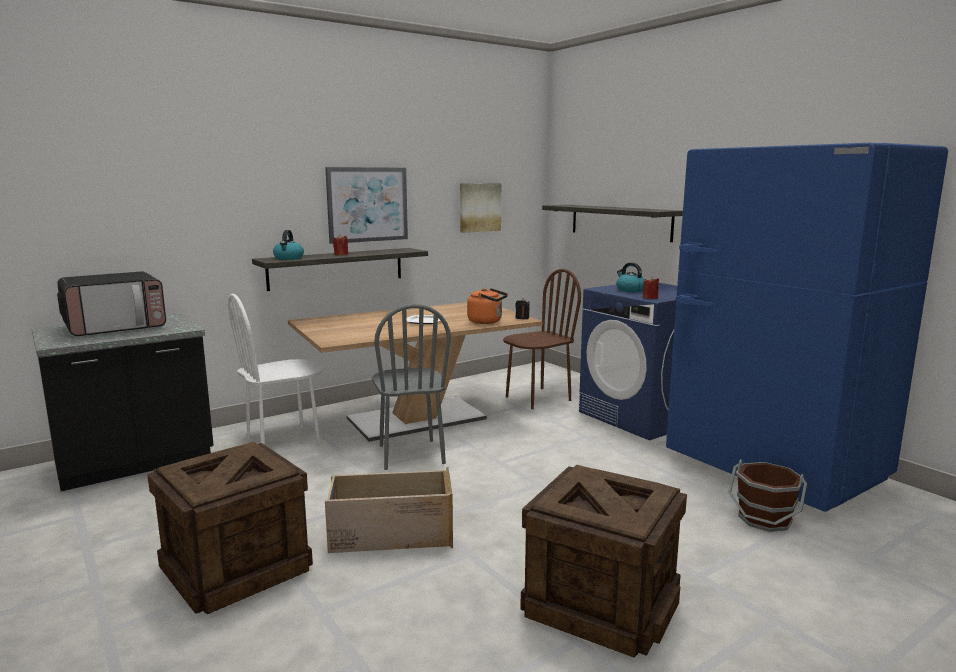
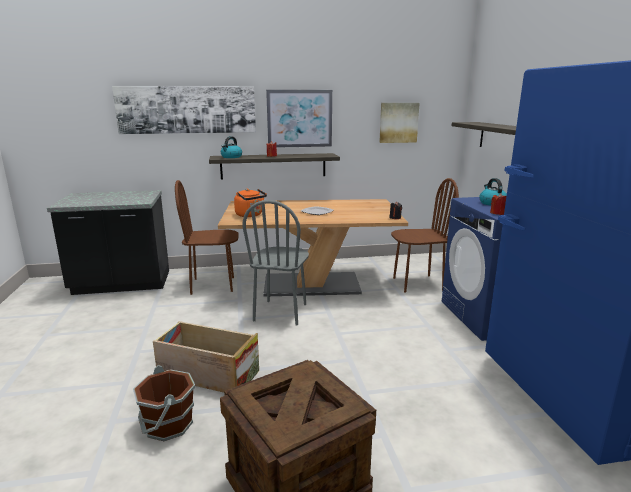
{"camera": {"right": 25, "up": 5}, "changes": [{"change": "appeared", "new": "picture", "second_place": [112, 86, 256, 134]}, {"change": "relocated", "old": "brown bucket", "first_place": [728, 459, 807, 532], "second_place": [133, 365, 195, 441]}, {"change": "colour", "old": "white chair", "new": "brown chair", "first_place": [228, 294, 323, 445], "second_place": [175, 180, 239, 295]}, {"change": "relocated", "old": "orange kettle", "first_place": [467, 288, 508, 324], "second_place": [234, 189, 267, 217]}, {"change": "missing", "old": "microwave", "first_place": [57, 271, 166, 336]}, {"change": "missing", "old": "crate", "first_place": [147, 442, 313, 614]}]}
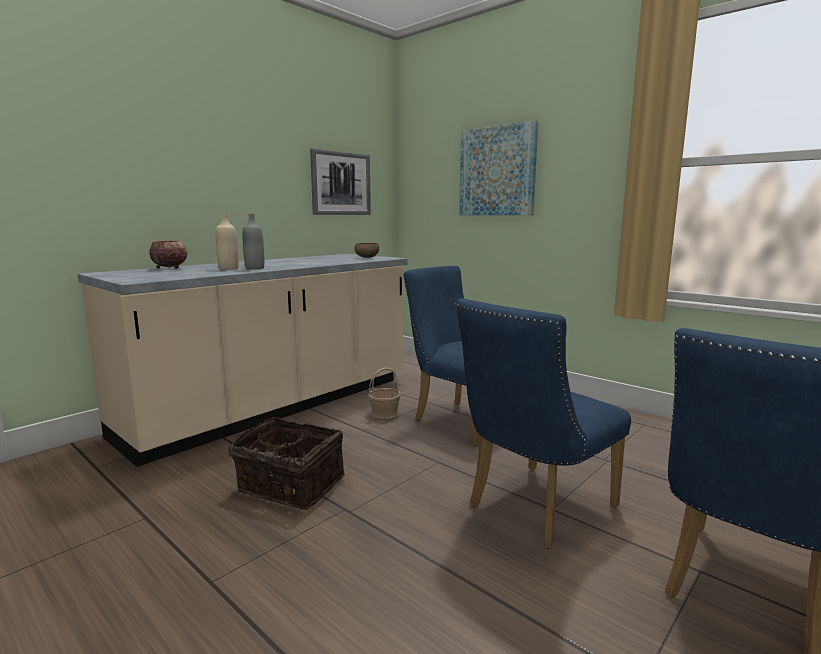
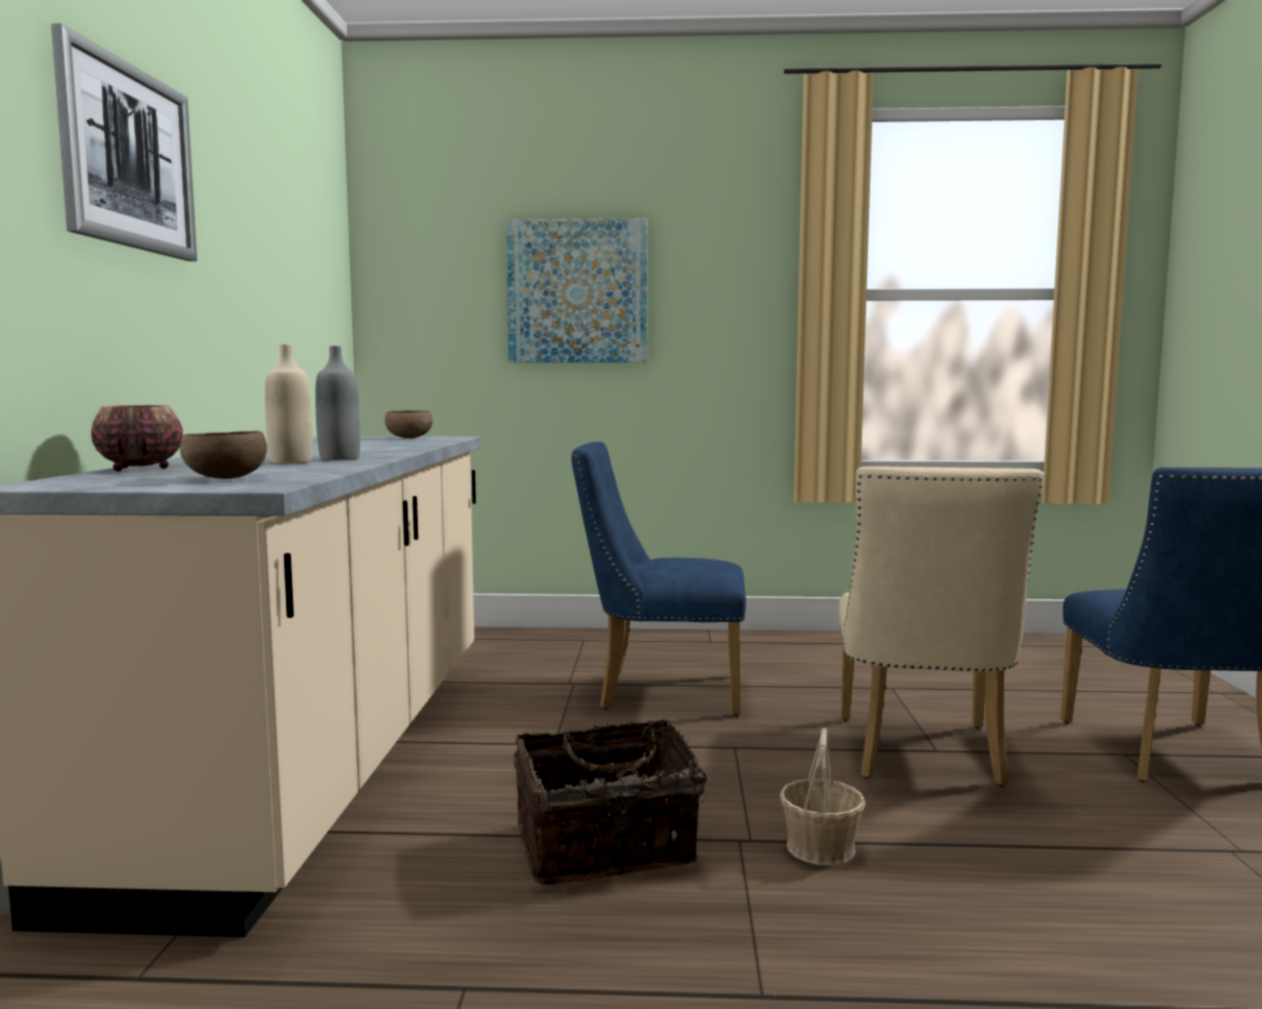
{"camera": {"right": -40, "up": -5}, "changes": [{"change": "relocated", "old": "picture", "first_place": [310, 149, 371, 215], "second_place": [51, 23, 197, 261]}, {"change": "appeared", "new": "brown bowl", "second_place": [180, 431, 267, 479]}, {"change": "relocated", "old": "basket", "first_place": [368, 368, 401, 419], "second_place": [780, 728, 866, 866]}, {"change": "colour", "old": "blue chair", "new": "beige chair", "first_place": [455, 298, 631, 549], "second_place": [839, 466, 1044, 786]}]}
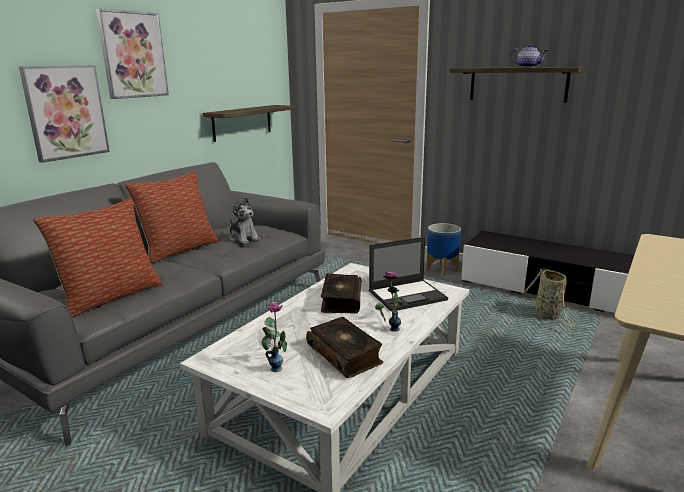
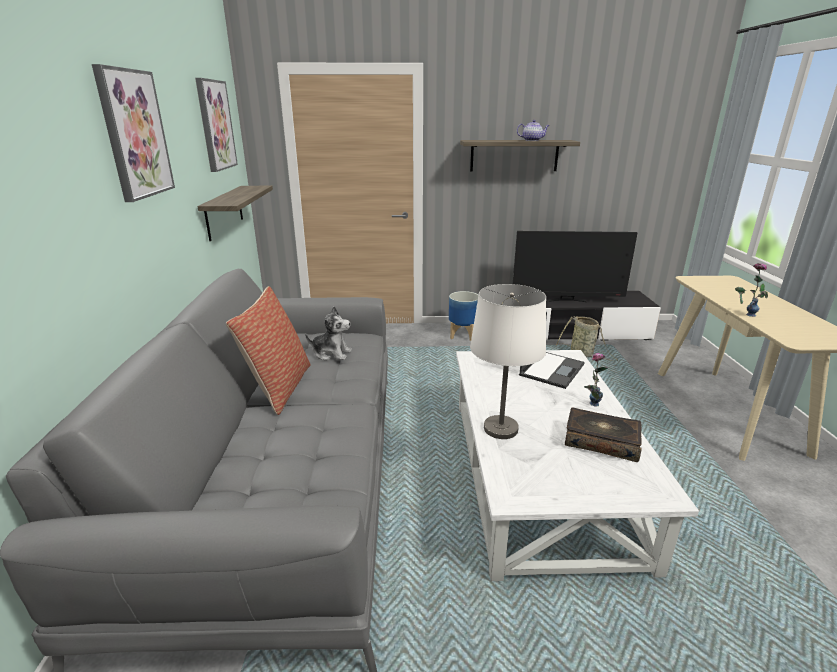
{"camera": {"right": -35, "up": 5}, "changes": [{"change": "relocated", "old": "picture", "first_place": [19, 66, 110, 163], "second_place": [195, 78, 238, 172]}, {"change": "appeared", "new": "white table lamp", "second_place": [470, 284, 546, 439]}, {"change": "appeared", "new": "television", "second_place": [513, 231, 638, 302]}, {"change": "relocated", "old": "vase", "first_place": [262, 302, 287, 372], "second_place": [735, 263, 768, 317]}, {"change": "missing", "old": "pillow", "first_place": [33, 198, 162, 317]}, {"change": "missing", "old": "book", "first_place": [321, 273, 362, 314]}]}
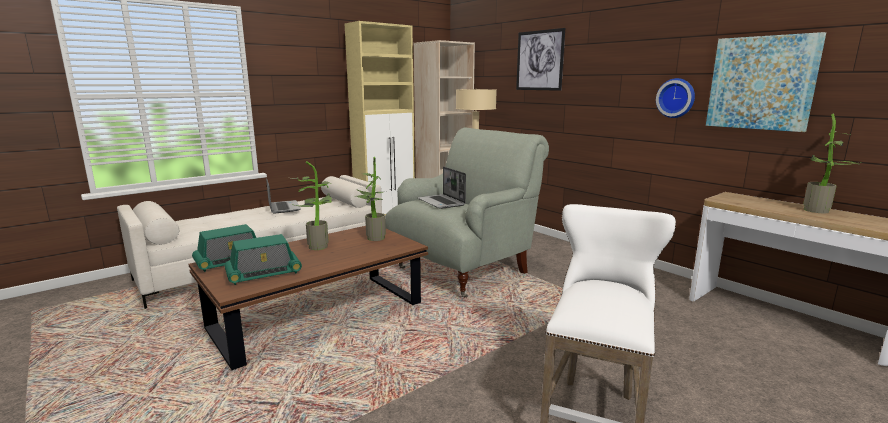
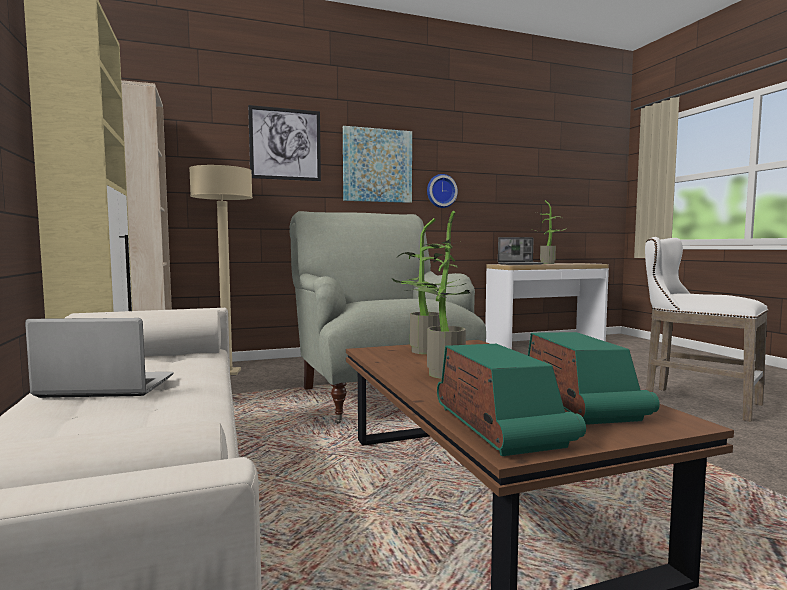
{"camera": {"right": -70, "up": -10}, "changes": [{"change": "relocated", "old": "picture", "first_place": [706, 32, 826, 132], "second_place": [343, 126, 412, 203]}, {"change": "relocated", "old": "laptop", "first_place": [418, 167, 466, 209], "second_place": [498, 237, 543, 265]}]}
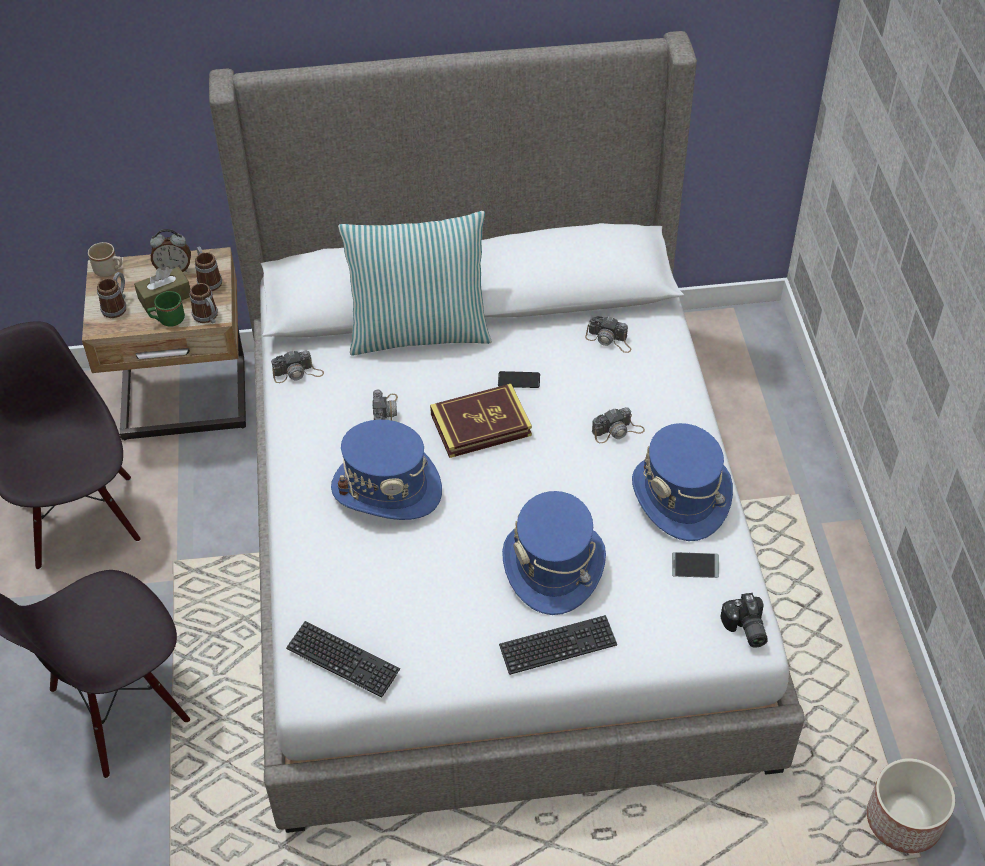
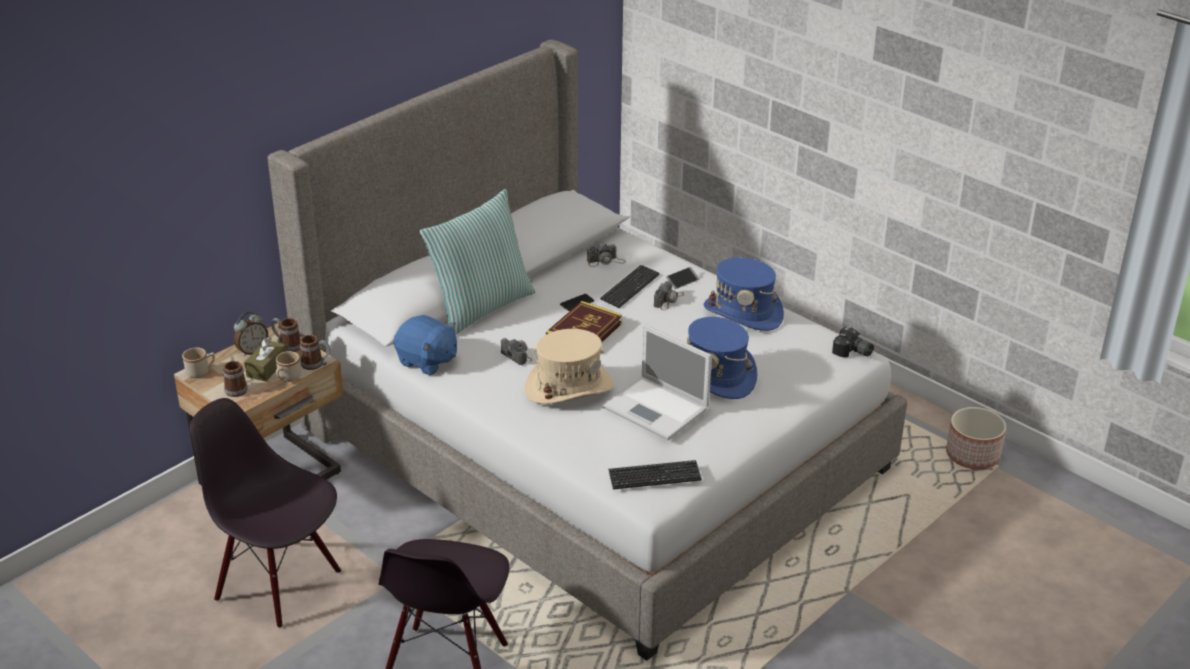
{"camera": {"right": -40, "up": -15}, "changes": [{"change": "colour", "old": "green mug", "new": "beige mug", "first_place": [147, 291, 185, 327], "second_place": [276, 351, 301, 382]}, {"change": "exchanged", "old": "photo camera", "new": "blue plush toy", "first_place": [271, 351, 324, 383], "second_place": [394, 315, 457, 375]}, {"change": "colour", "old": "blue hat", "new": "beige hat", "first_place": [331, 420, 442, 520], "second_place": [525, 329, 613, 404]}, {"change": "relocated", "old": "keyboard", "first_place": [499, 615, 617, 675], "second_place": [600, 265, 660, 308]}, {"change": "appeared", "new": "laptop", "second_place": [602, 325, 712, 440]}, {"change": "relocated", "old": "phone", "first_place": [672, 552, 719, 578], "second_place": [666, 267, 700, 289]}]}
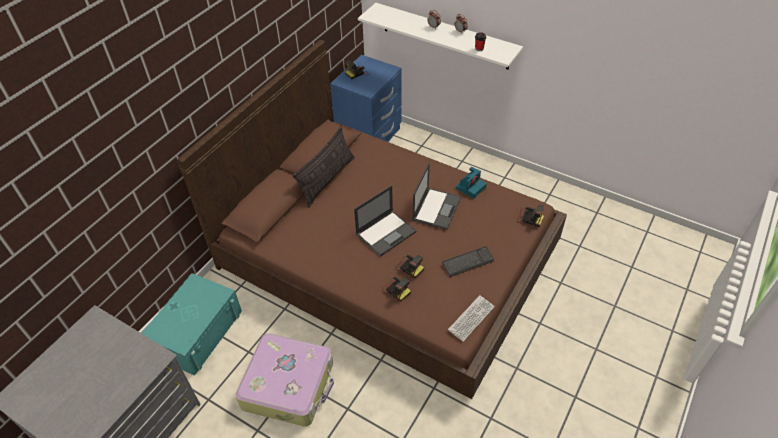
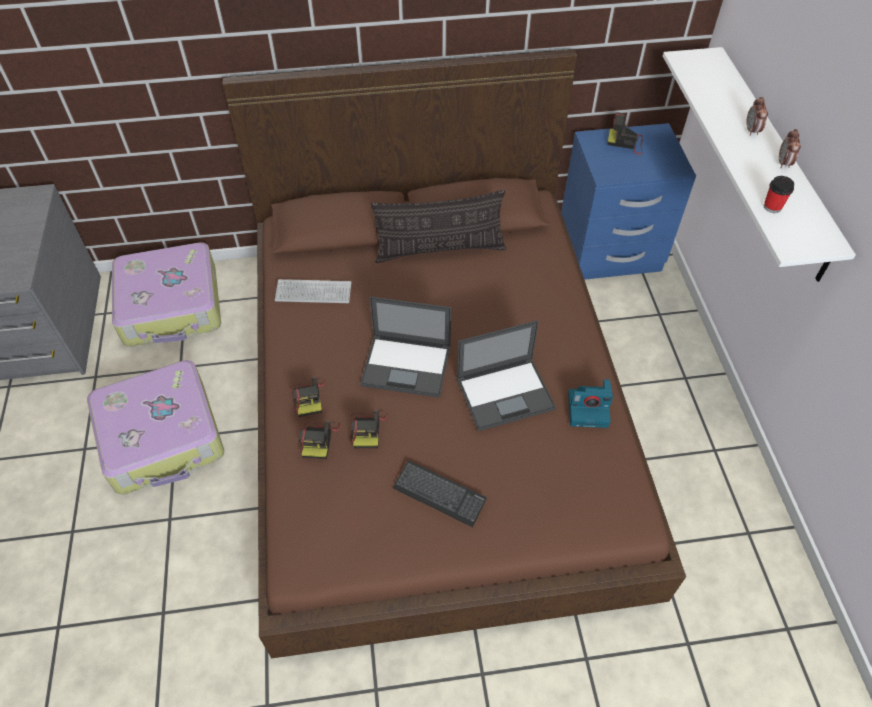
{"camera": {"right": 50, "up": 5}, "changes": [{"change": "exchanged", "old": "turquoise storage box", "new": "suitcase", "first_place": [142, 273, 242, 376], "second_place": [112, 242, 221, 347]}, {"change": "relocated", "old": "keyboard", "first_place": [448, 295, 495, 341], "second_place": [275, 279, 352, 303]}, {"change": "relocated", "old": "photo camera", "first_place": [517, 205, 545, 227], "second_place": [290, 377, 325, 417]}]}
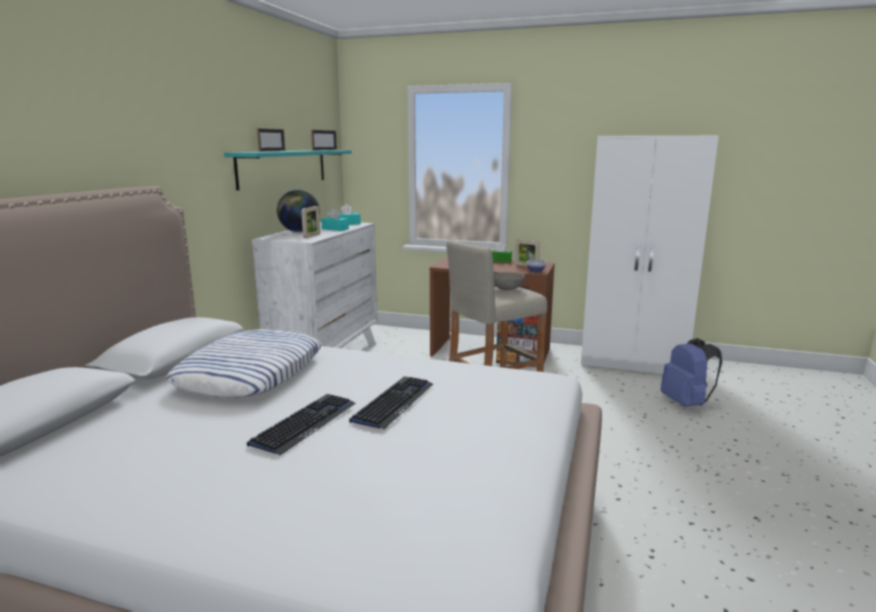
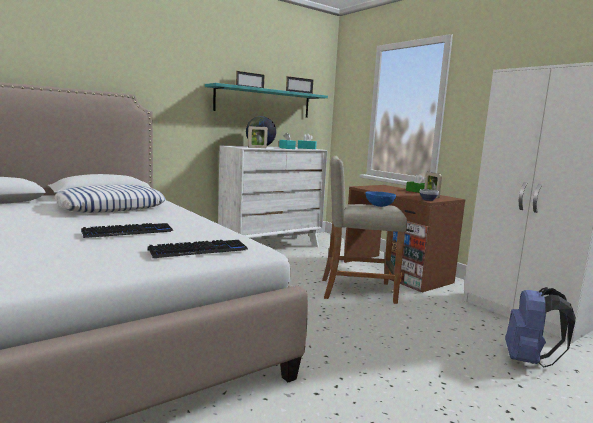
{"camera": {"right": 35, "up": -5}, "changes": [{"change": "relocated", "old": "keyboard", "first_place": [247, 394, 356, 455], "second_place": [147, 240, 248, 258]}, {"change": "colour", "old": "grey bowl", "new": "blue bowl", "first_place": [494, 272, 525, 290], "second_place": [365, 191, 396, 207]}]}
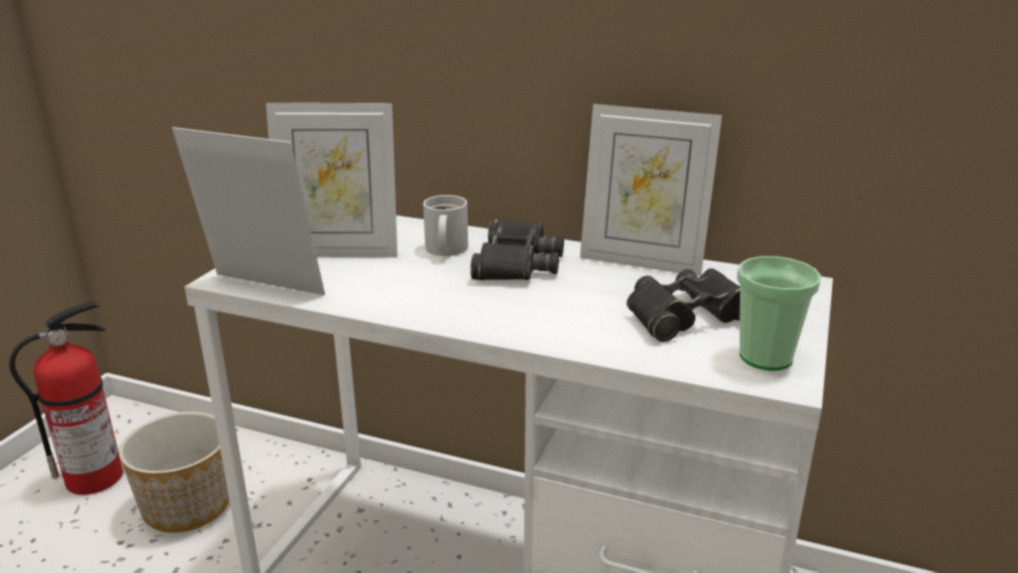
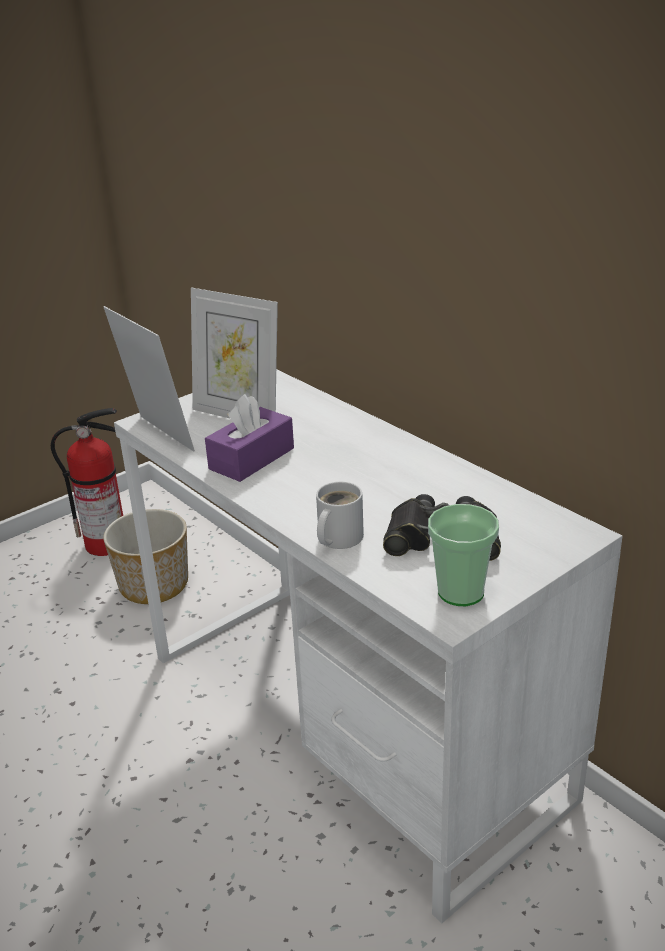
{"camera": {"right": 30, "up": 5}, "changes": [{"change": "appeared", "new": "purple tissue box", "second_place": [205, 394, 294, 482]}, {"change": "relocated", "old": "white mug", "first_place": [423, 195, 468, 256], "second_place": [316, 482, 364, 549]}, {"change": "missing", "old": "black binoculars", "first_place": [470, 219, 564, 280]}, {"change": "missing", "old": "picture frame", "first_place": [580, 104, 722, 276]}]}
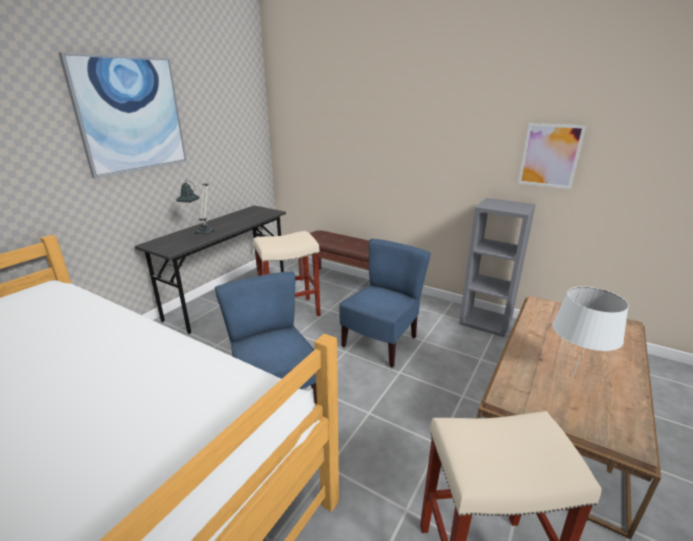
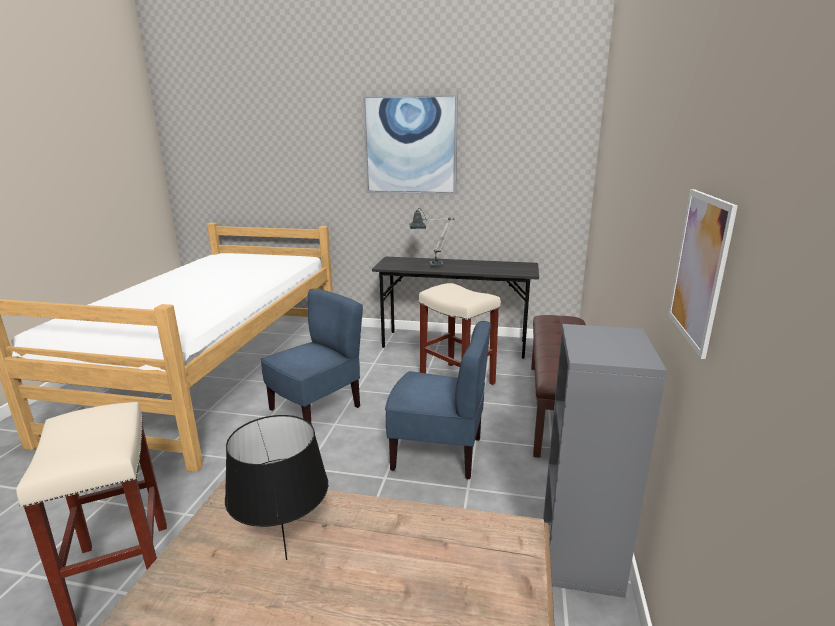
{"camera": {"right": 70, "up": -5}, "changes": [{"change": "colour", "old": "white table lamp", "new": "black table lamp", "first_place": [552, 286, 629, 377], "second_place": [225, 415, 328, 560]}]}
